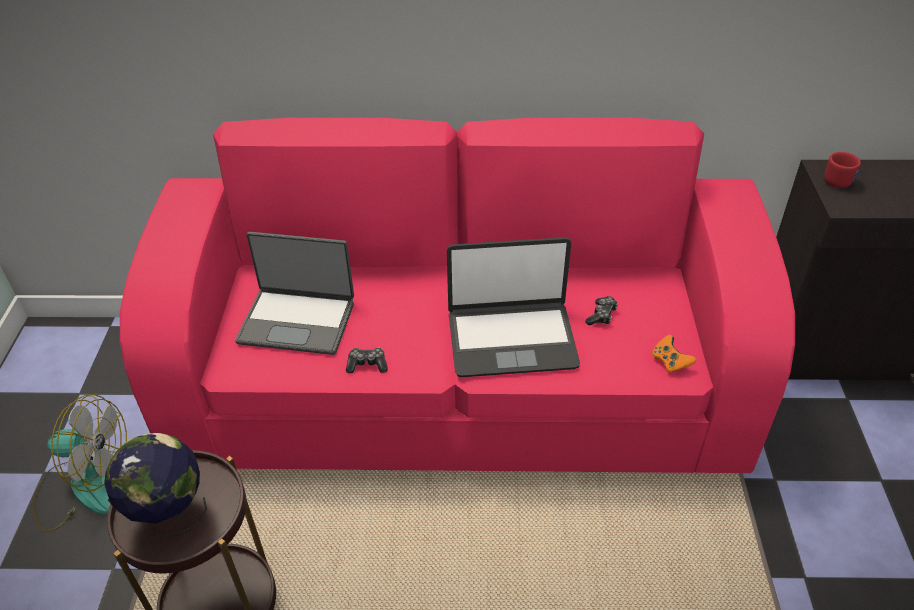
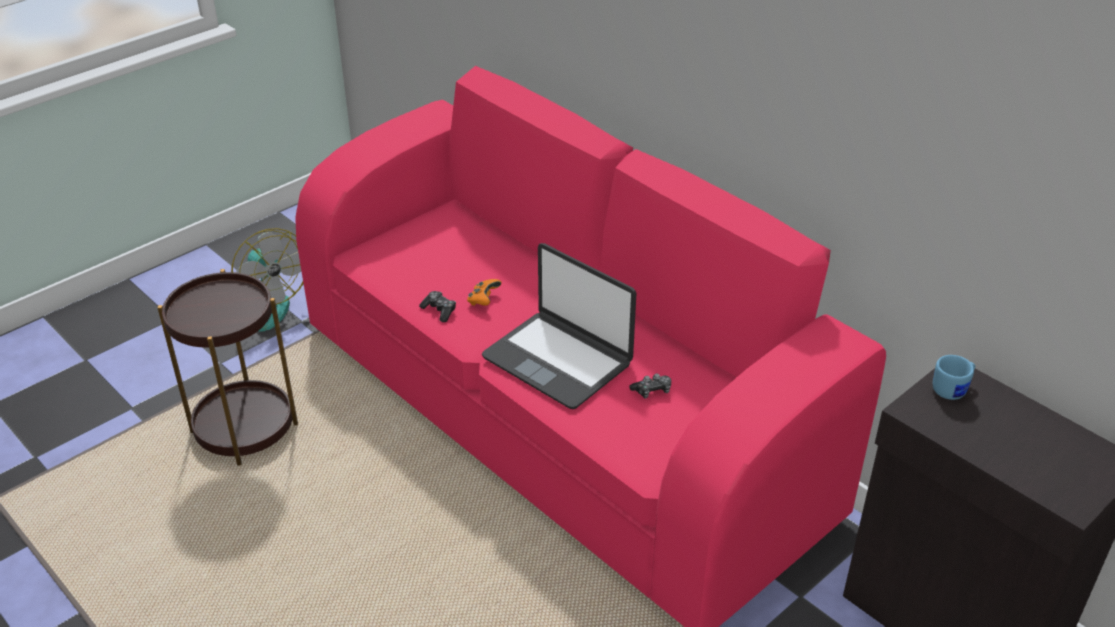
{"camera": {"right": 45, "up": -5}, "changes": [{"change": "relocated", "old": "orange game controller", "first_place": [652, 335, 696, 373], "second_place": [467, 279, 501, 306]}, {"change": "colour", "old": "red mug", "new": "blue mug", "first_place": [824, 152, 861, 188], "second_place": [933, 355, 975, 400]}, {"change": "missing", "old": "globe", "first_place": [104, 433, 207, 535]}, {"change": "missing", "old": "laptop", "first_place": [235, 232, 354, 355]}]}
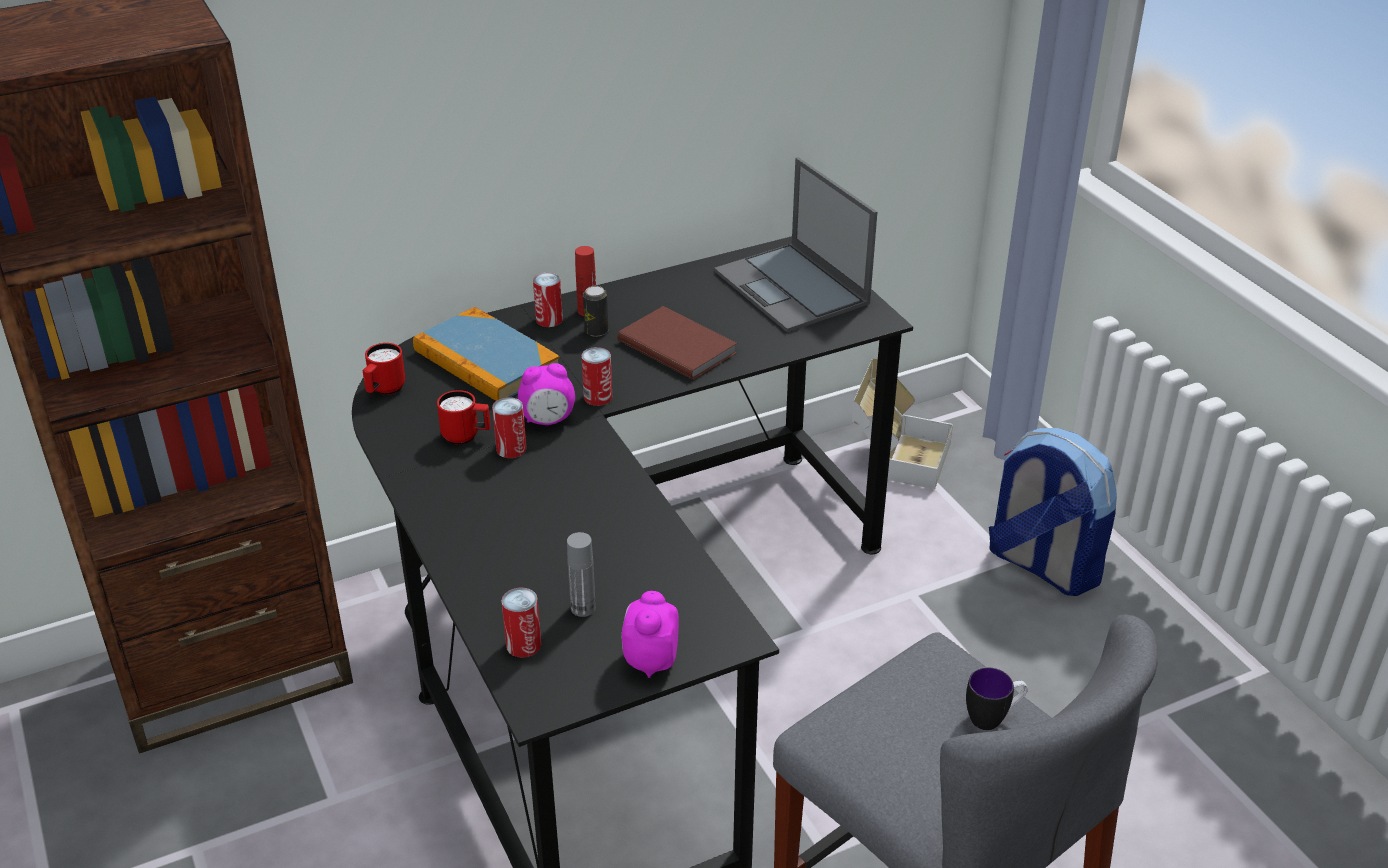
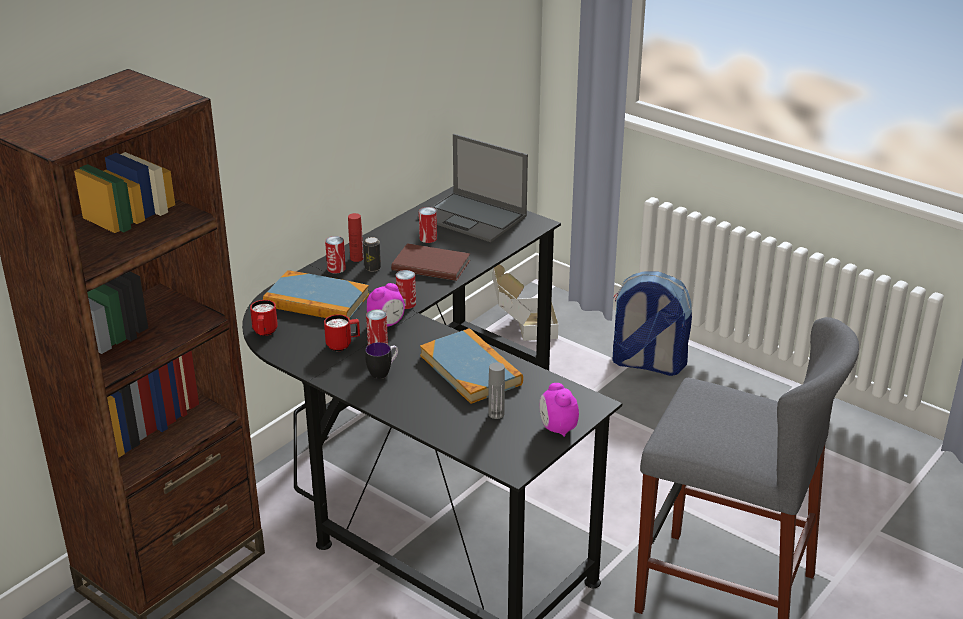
{"camera": {"right": -25, "up": -5}, "changes": [{"change": "relocated", "old": "mug", "first_place": [966, 667, 1028, 730], "second_place": [365, 342, 398, 379]}, {"change": "relocated", "old": "can", "first_place": [502, 587, 541, 658], "second_place": [419, 207, 437, 243]}, {"change": "appeared", "new": "book", "second_place": [420, 328, 523, 404]}]}
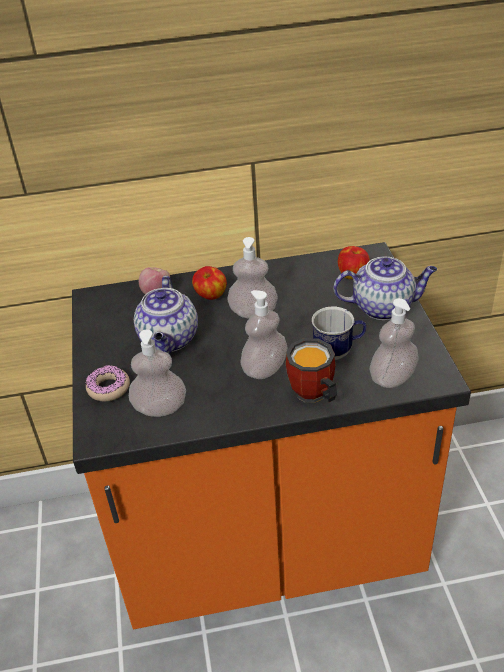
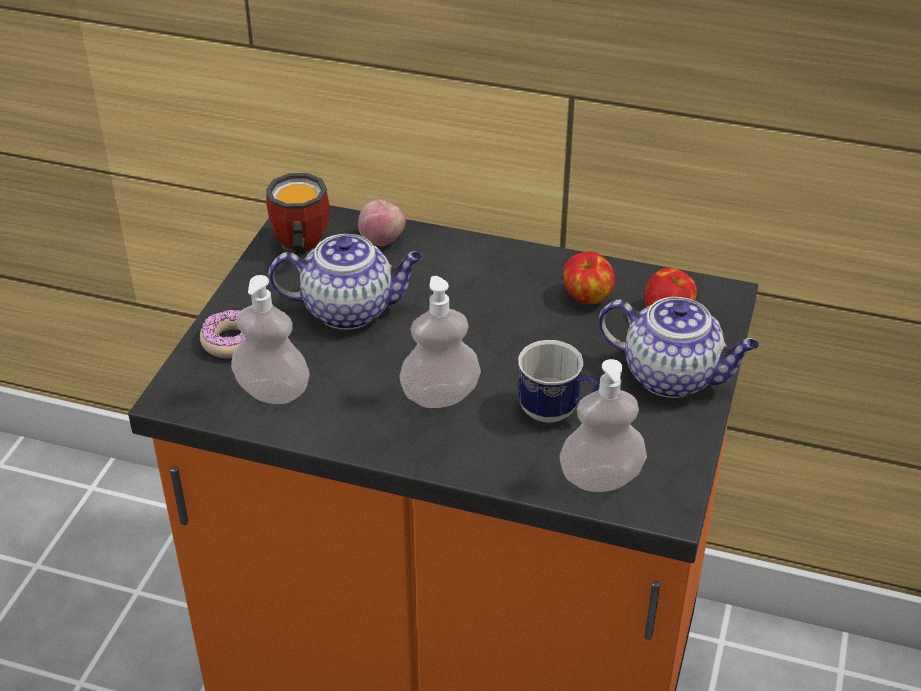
{"camera": {"right": 25, "up": 0}, "changes": [{"change": "relocated", "old": "mug", "first_place": [286, 338, 337, 403], "second_place": [266, 173, 329, 255]}, {"change": "spun", "old": "teapot", "first_place": [134, 276, 198, 354], "second_place": [268, 234, 423, 330], "degrees": -120}, {"change": "relocated", "old": "apple", "first_place": [192, 266, 227, 300], "second_place": [563, 252, 615, 304]}, {"change": "missing", "old": "soap dispenser", "first_place": [227, 237, 278, 319]}]}
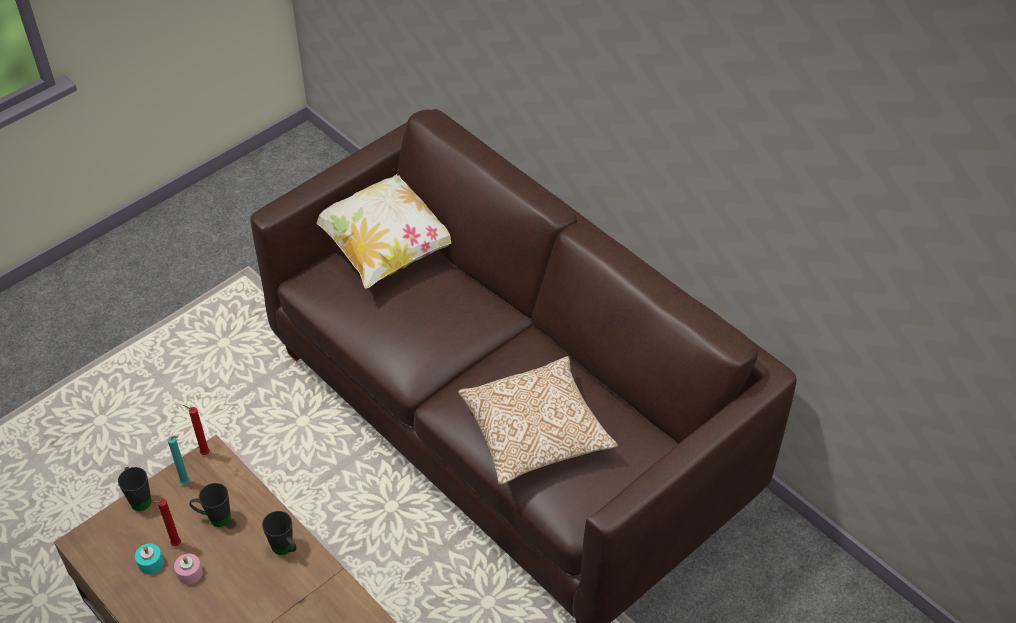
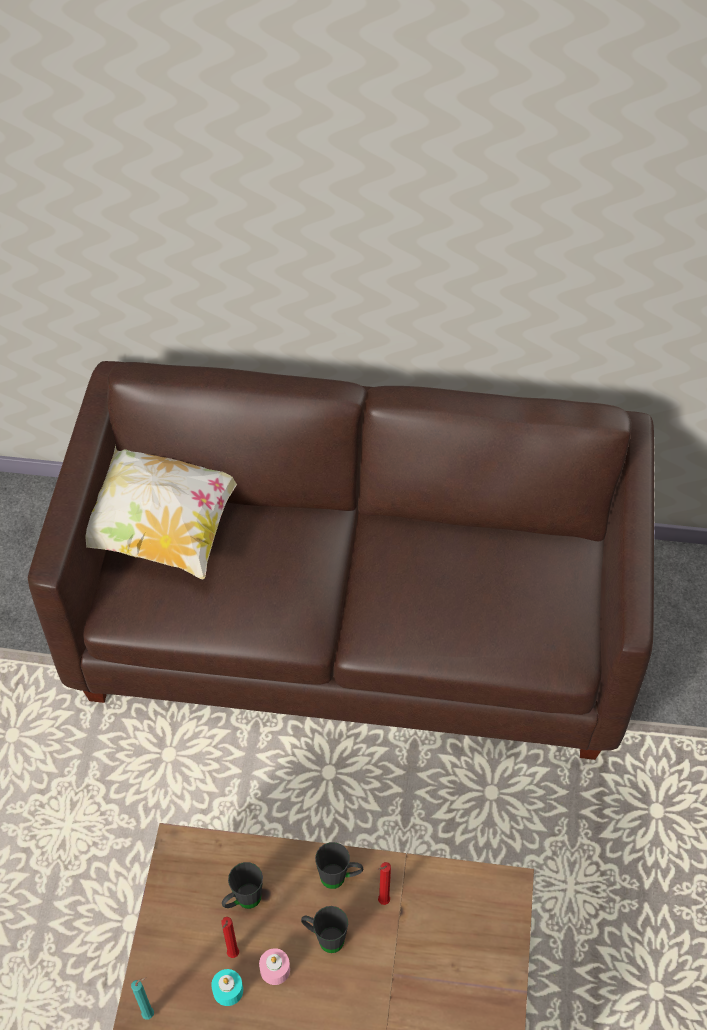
{"camera": {"right": -40, "up": 5}, "changes": [{"change": "relocated", "old": "turquoise candle", "first_place": [168, 436, 190, 484], "second_place": [131, 977, 154, 1019]}, {"change": "relocated", "old": "black mug", "first_place": [118, 467, 152, 511], "second_place": [301, 906, 348, 953]}, {"change": "relocated", "old": "red candle", "first_place": [183, 405, 210, 455], "second_place": [378, 862, 391, 905]}, {"change": "missing", "old": "pillow", "first_place": [458, 356, 618, 485]}]}
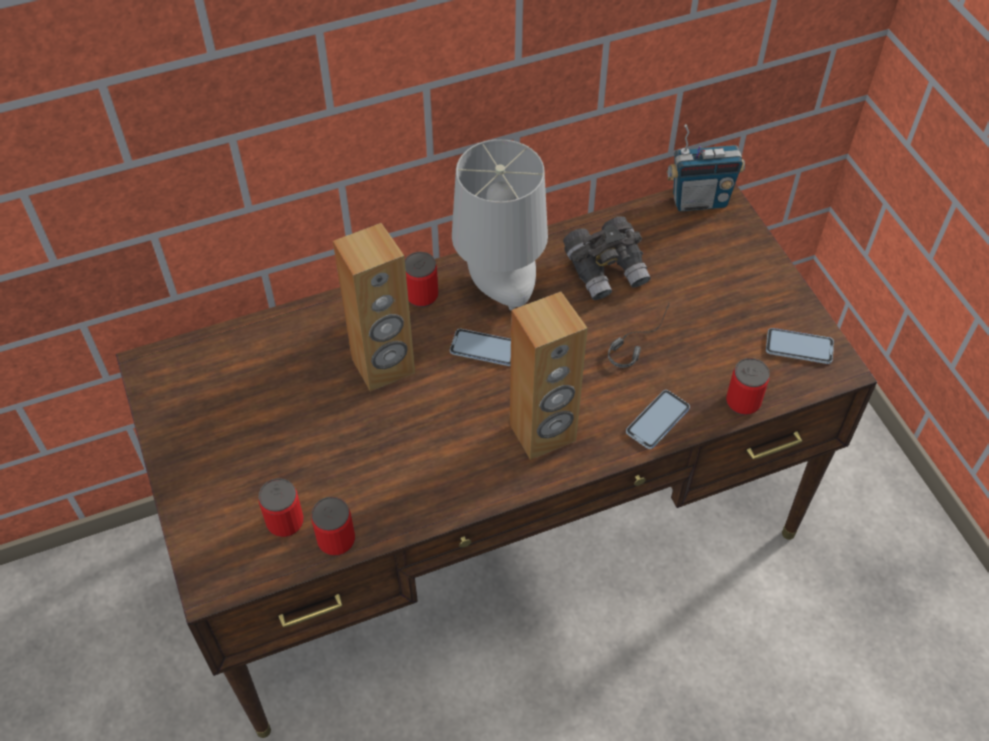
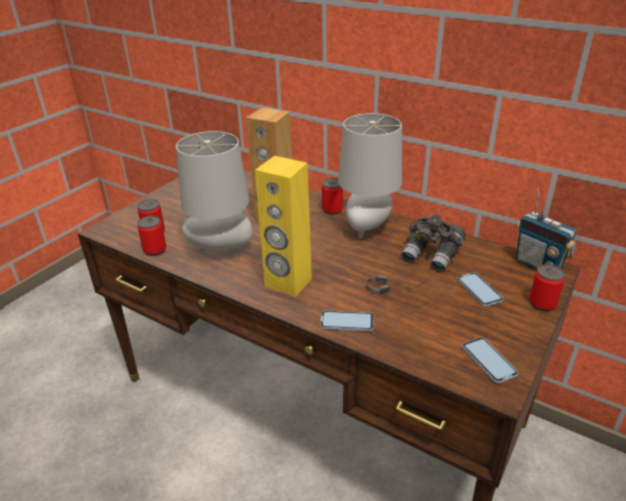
{"camera": {"right": 55, "up": -20}, "changes": [{"change": "appeared", "new": "grey table lamp", "second_place": [176, 131, 253, 256]}, {"change": "colour", "old": "brown speaker", "new": "yellow speaker", "first_place": [509, 292, 588, 460], "second_place": [255, 156, 312, 297]}, {"change": "relocated", "old": "phone", "first_place": [450, 329, 511, 366], "second_place": [457, 272, 504, 306]}, {"change": "relocated", "old": "can", "first_place": [726, 358, 770, 415], "second_place": [529, 264, 565, 311]}]}
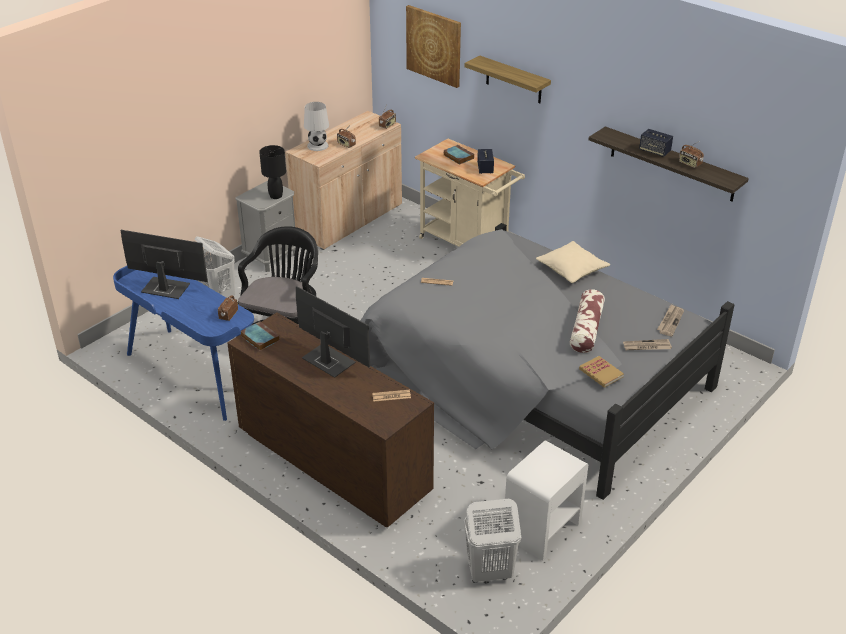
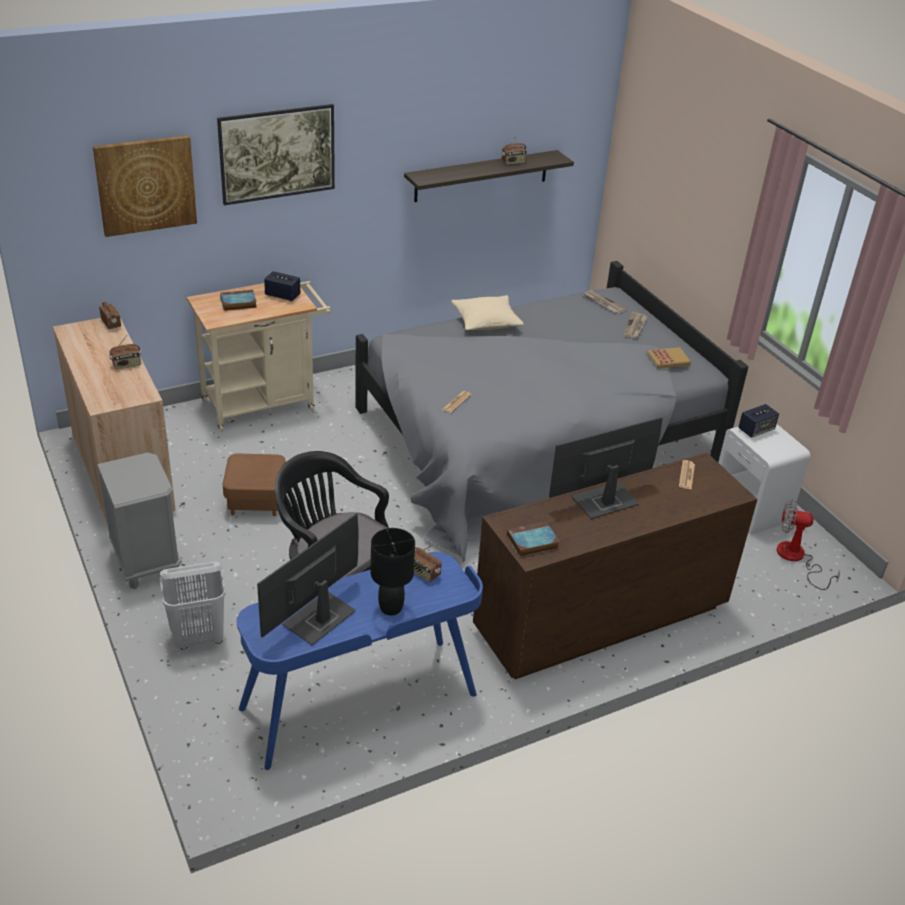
{"camera": {"right": -70, "up": 0}, "changes": [{"change": "exchanged", "old": "shelf", "new": "picture", "first_place": [465, 56, 551, 103], "second_place": [217, 104, 335, 205]}, {"change": "appeared", "new": "brown ottoman", "second_place": [223, 454, 286, 516]}, {"change": "relocated", "old": "black table lamp", "first_place": [259, 145, 286, 199], "second_place": [371, 528, 415, 616]}, {"change": "relocated", "old": "speaker", "first_place": [639, 129, 673, 157], "second_place": [738, 404, 779, 438]}, {"change": "exchanged", "old": "white laundry basket", "new": "fan", "first_place": [464, 499, 521, 583], "second_place": [777, 500, 840, 590]}, {"change": "missing", "old": "white table lamp", "first_place": [304, 102, 329, 151]}, {"change": "missing", "old": "pillow", "first_place": [570, 289, 605, 353]}]}
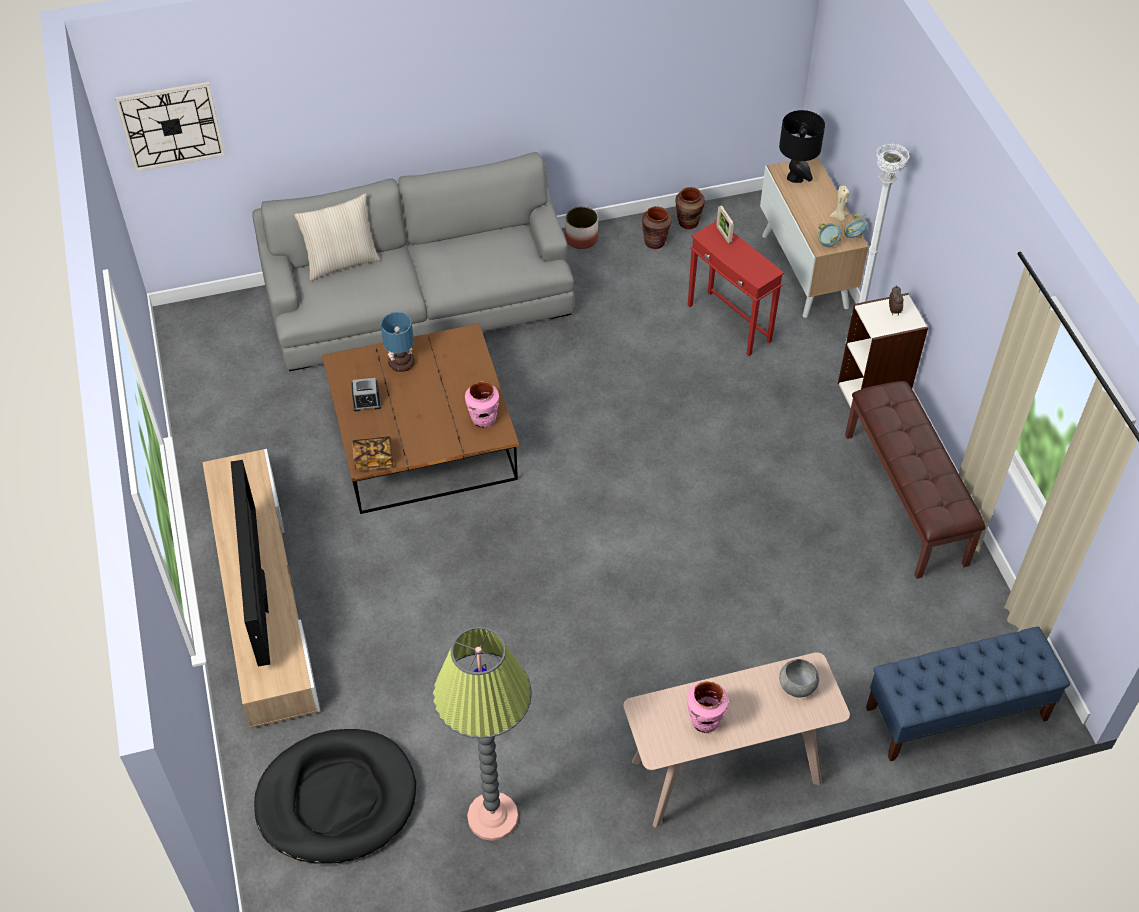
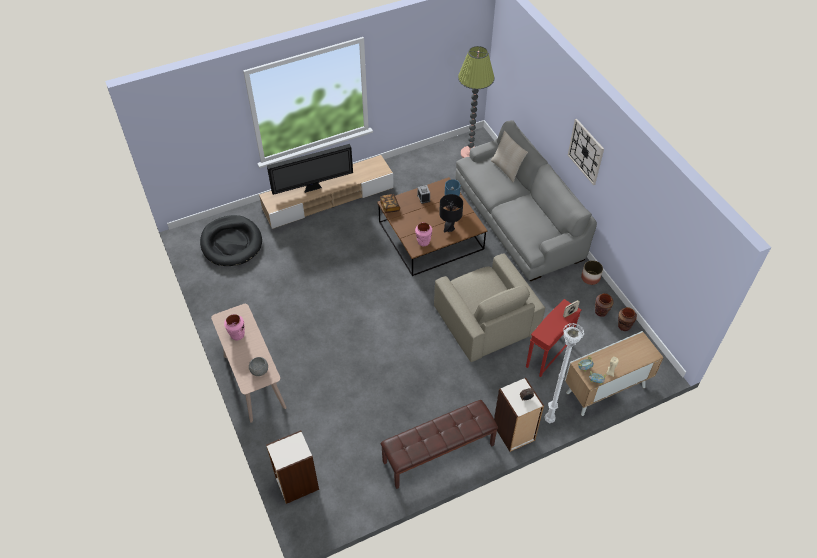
{"camera": {"right": 80, "up": 0}, "changes": [{"change": "exchanged", "old": "blue bench", "new": "bookcase", "first_place": [866, 626, 1070, 761], "second_place": [266, 430, 319, 504]}, {"change": "appeared", "new": "beige armchair", "second_place": [434, 253, 545, 362]}, {"change": "relocated", "old": "black table lamp", "first_place": [779, 110, 825, 183], "second_place": [439, 194, 463, 232]}, {"change": "relocated", "old": "floor lamp", "first_place": [433, 627, 532, 841], "second_place": [458, 46, 495, 158]}, {"change": "relocated", "old": "wall clock", "first_place": [115, 82, 225, 172], "second_place": [568, 119, 604, 185]}]}
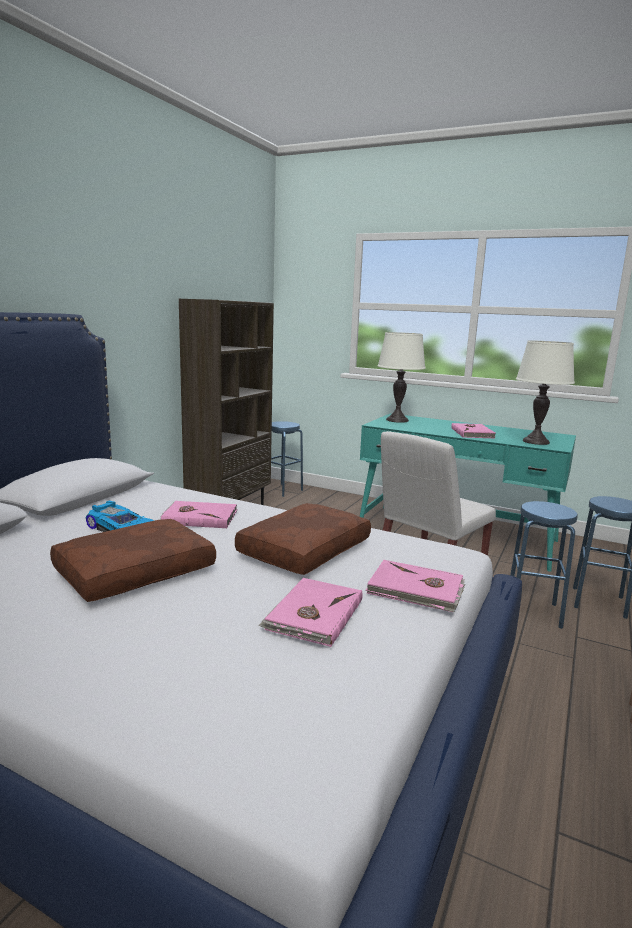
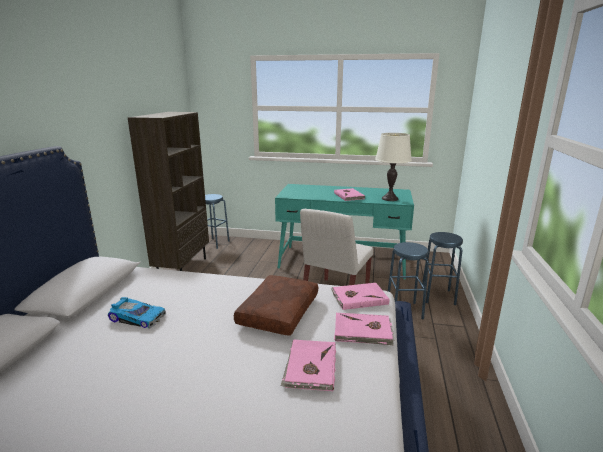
{"camera": {"right": -15, "up": 5}, "changes": [{"change": "relocated", "old": "pink book", "first_place": [160, 501, 238, 528], "second_place": [331, 283, 389, 310]}, {"change": "missing", "old": "brown pillow", "first_place": [50, 519, 216, 602]}, {"change": "missing", "old": "white table lamp", "first_place": [378, 332, 426, 423]}]}
